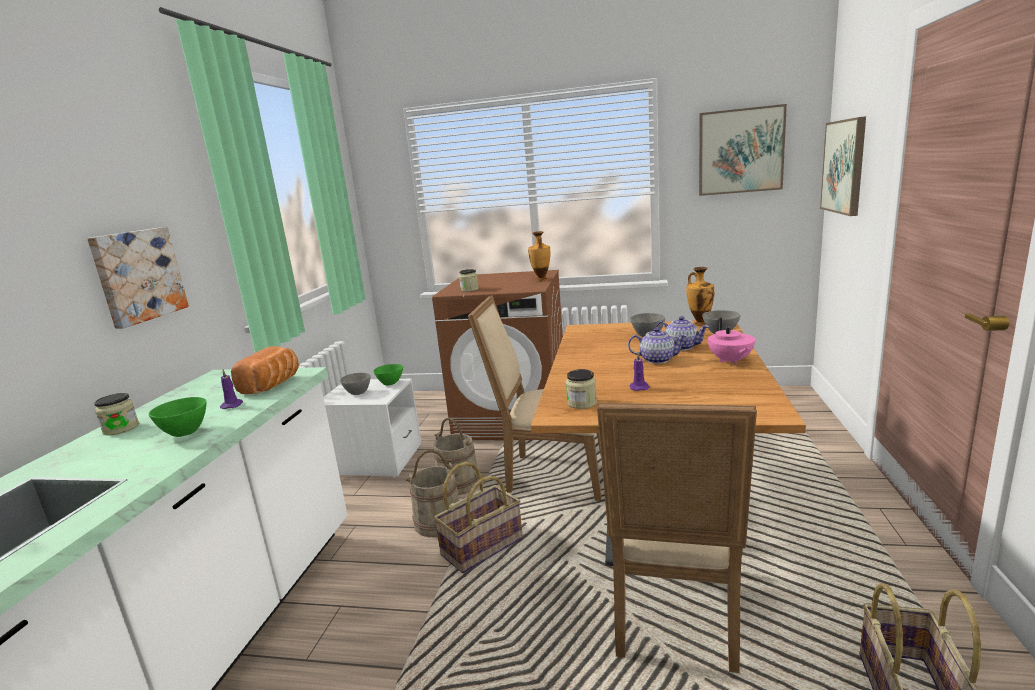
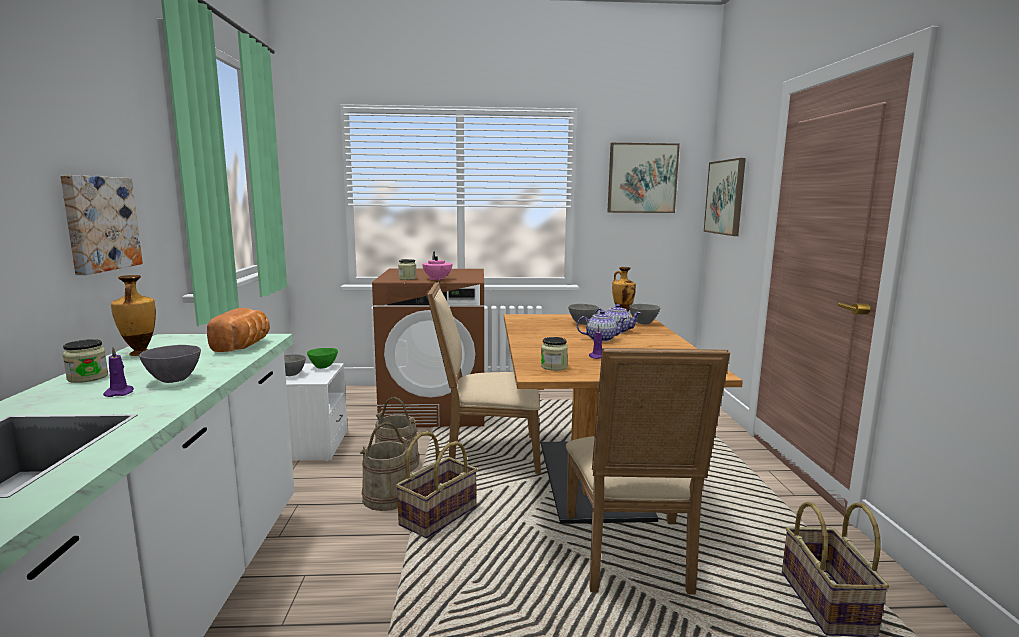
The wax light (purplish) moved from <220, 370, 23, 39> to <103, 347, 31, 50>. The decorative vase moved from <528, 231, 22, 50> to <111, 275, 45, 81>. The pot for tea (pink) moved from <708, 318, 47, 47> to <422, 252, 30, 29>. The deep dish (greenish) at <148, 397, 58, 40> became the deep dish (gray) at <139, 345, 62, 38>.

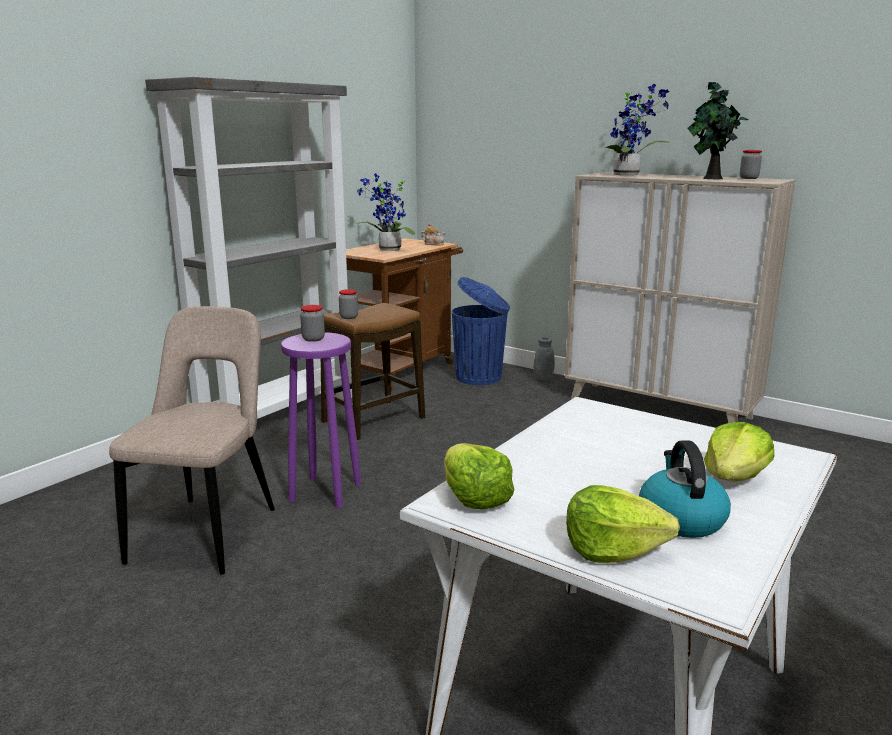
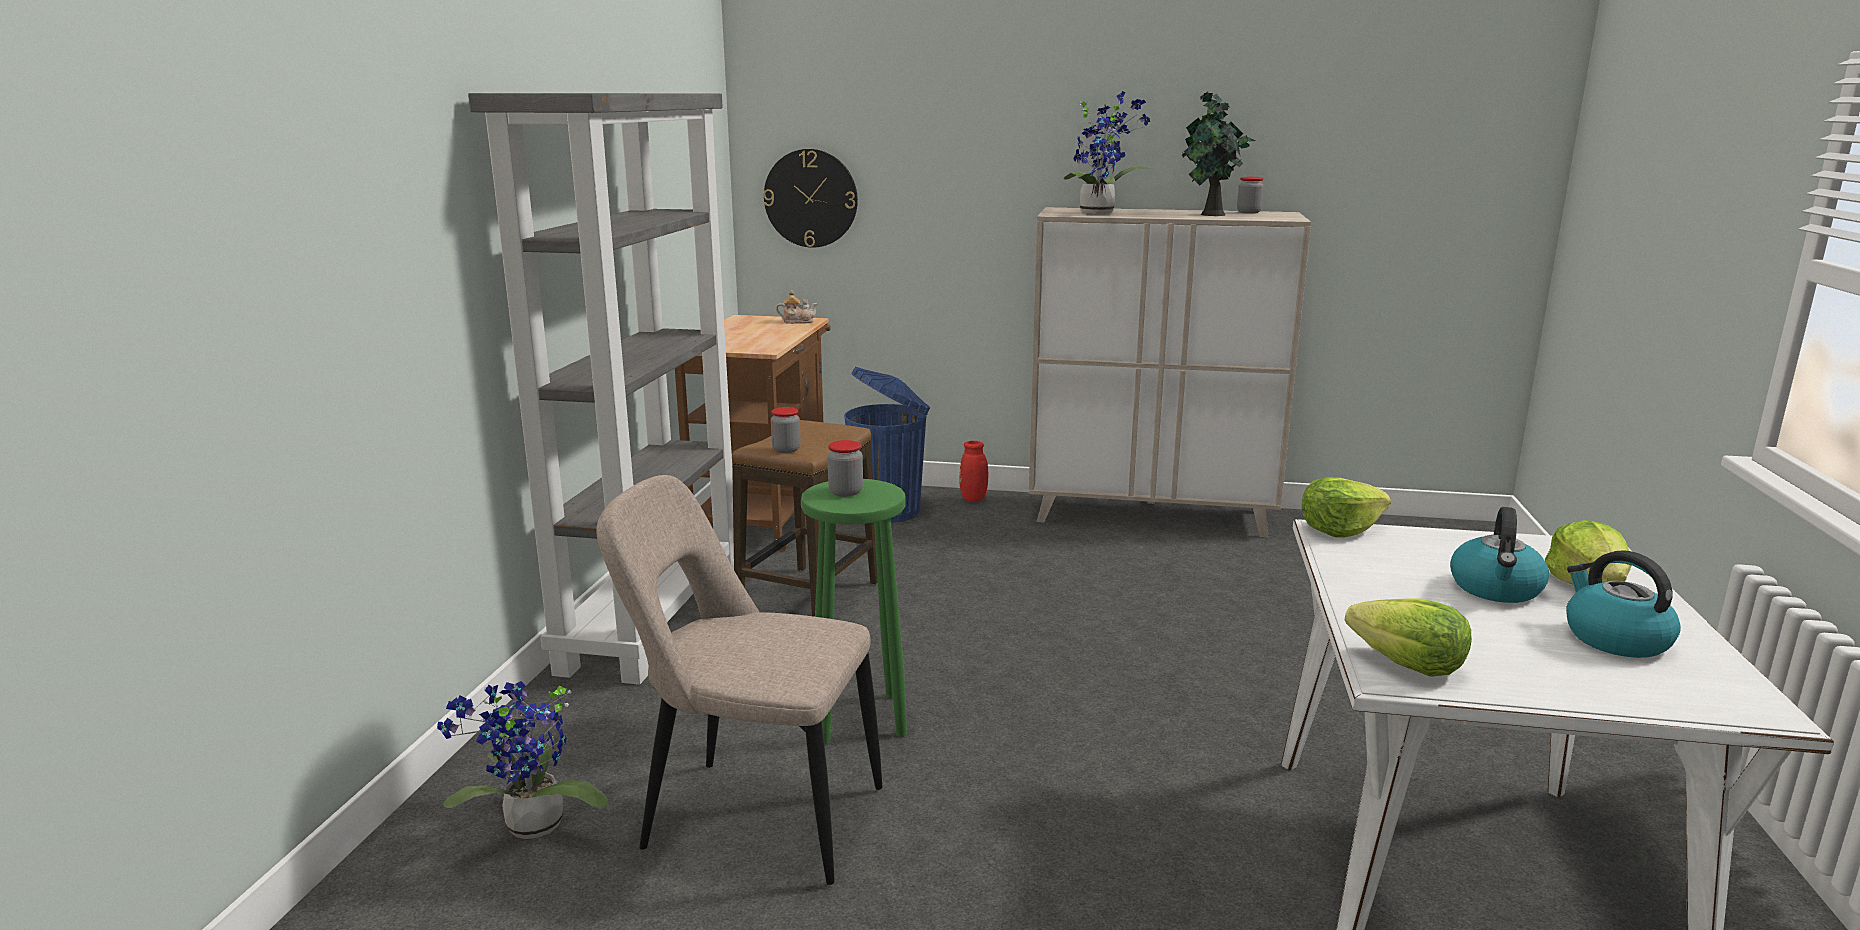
The hanging clock at <763, 149, 95, 99> appeared. The water kettle at <1450, 507, 99, 96> appeared. The plant in a pot moved from <356, 173, 59, 78> to <437, 681, 171, 158>. The head of lettuce moved from <566, 485, 114, 78> to <1302, 478, 89, 60>. The sitting stool (purplish) at <281, 332, 80, 177> became the sitting stool (greenish) at <801, 479, 106, 265>. The decorative vase (gray) at <534, 337, 21, 43> became the decorative vase (reddish) at <959, 441, 29, 61>. The upright chair (sand-coloured) at <109, 306, 166, 269> turned 60 degrees counterclockwise.

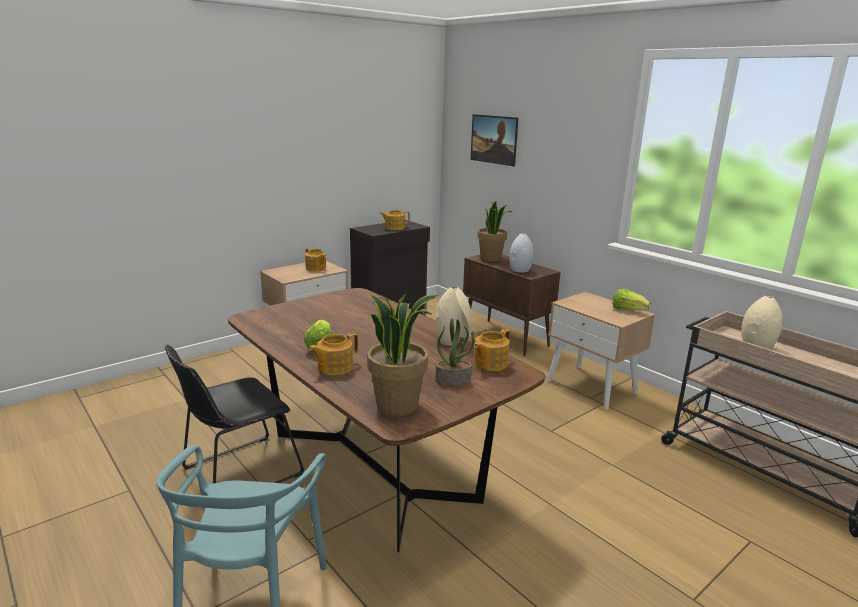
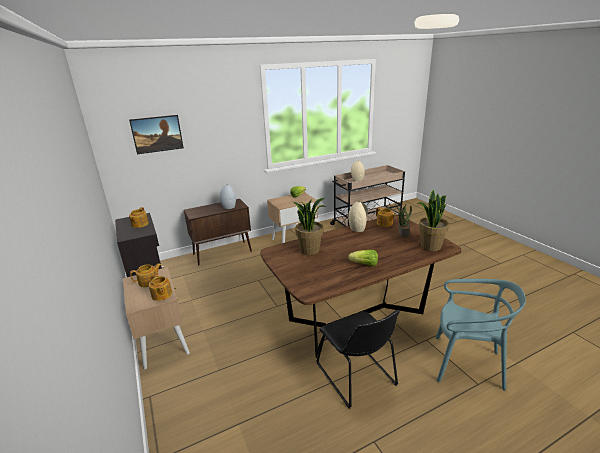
The pot for tea moved from <309, 332, 50, 43> to <149, 273, 23, 28>. The plant in a pot moved from <477, 201, 35, 61> to <293, 198, 33, 57>.

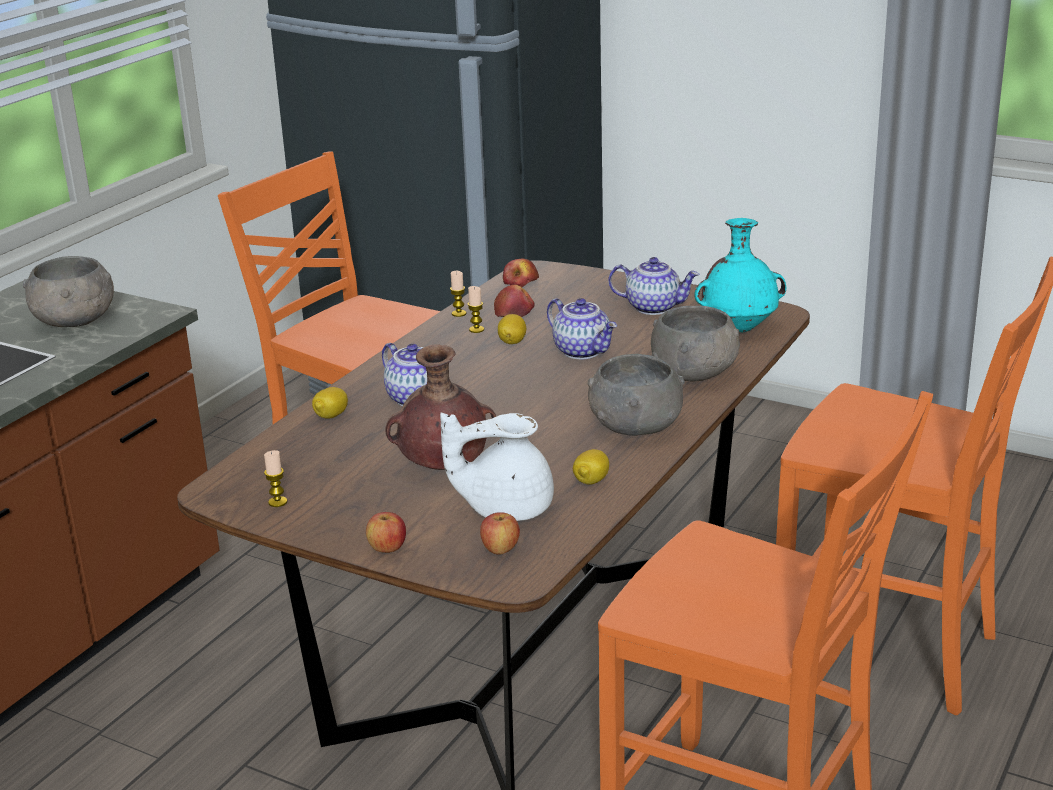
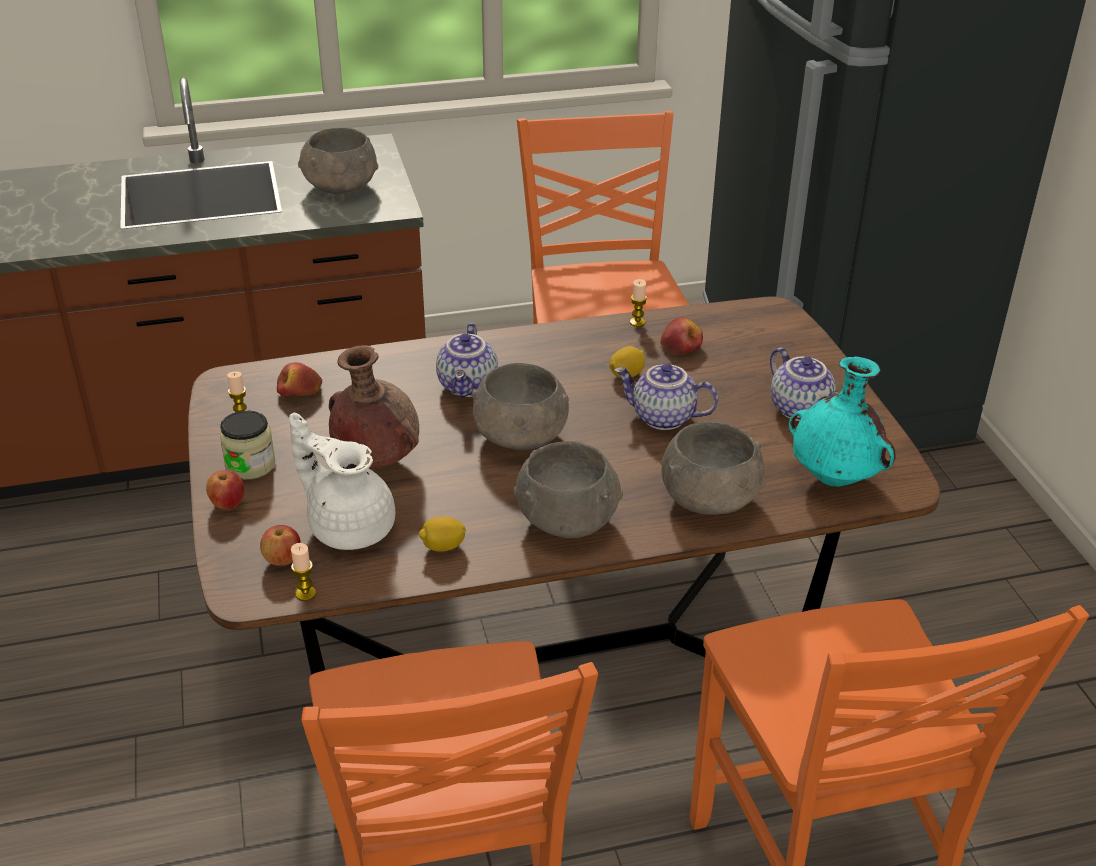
The whole lemon at <312, 387, 36, 32> disappeared. The jar at <220, 411, 55, 69> appeared. The deep dish (gray) at <471, 363, 98, 87> appeared. The wax light moved from <468, 286, 16, 47> to <291, 543, 25, 58>. The whole apple moved from <503, 259, 36, 28> to <277, 362, 45, 35>. The pot for tea at <547, 298, 70, 61> turned 105 degrees clockwise.

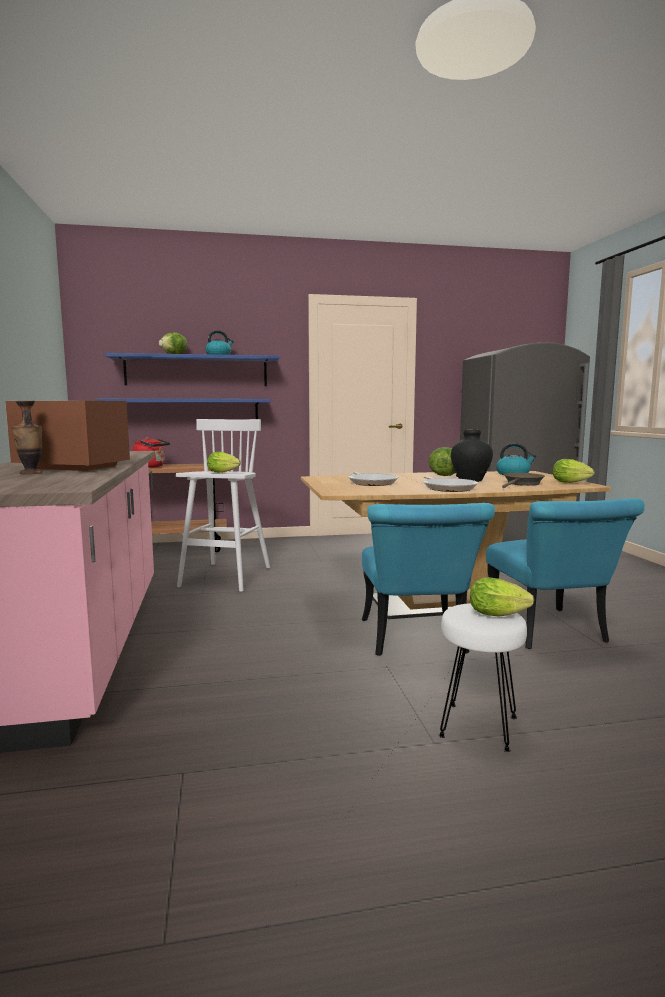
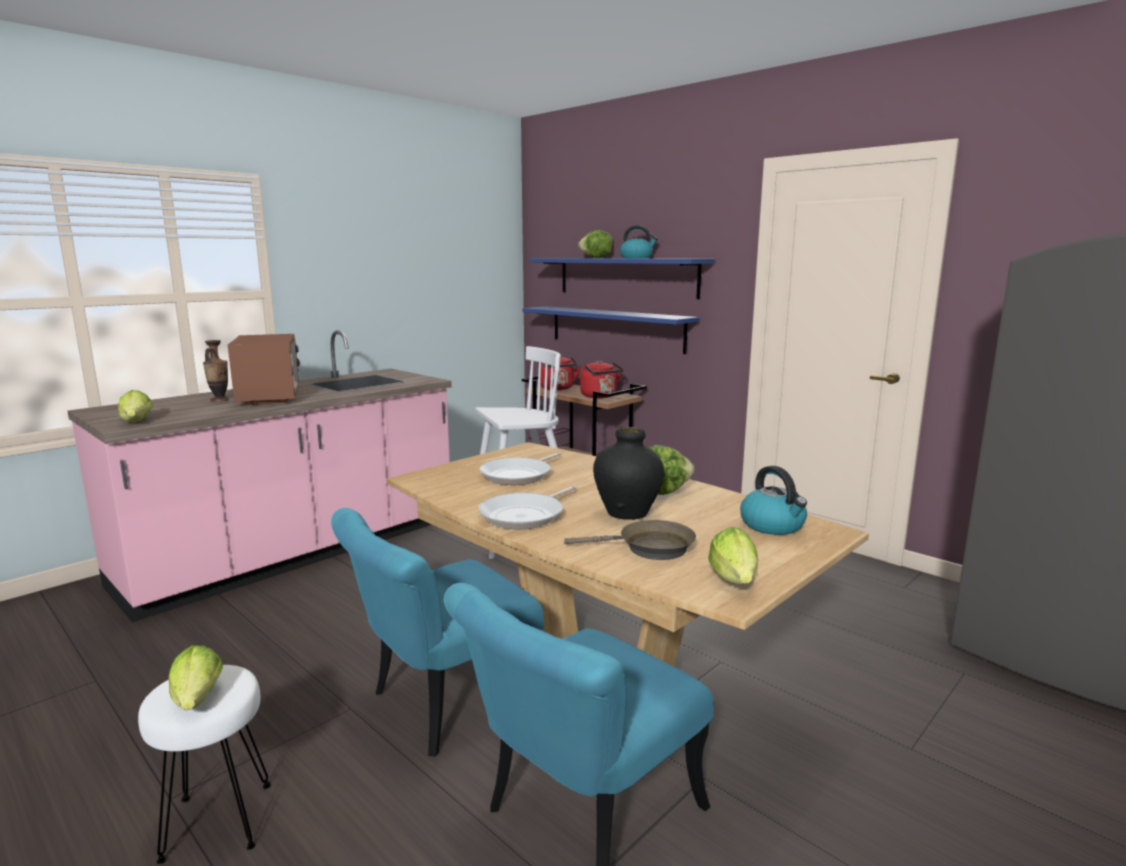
The water kettle (reddish) at <580, 360, 43, 38> appeared. The head of lettuce moved from <207, 452, 34, 21> to <118, 390, 35, 32>.

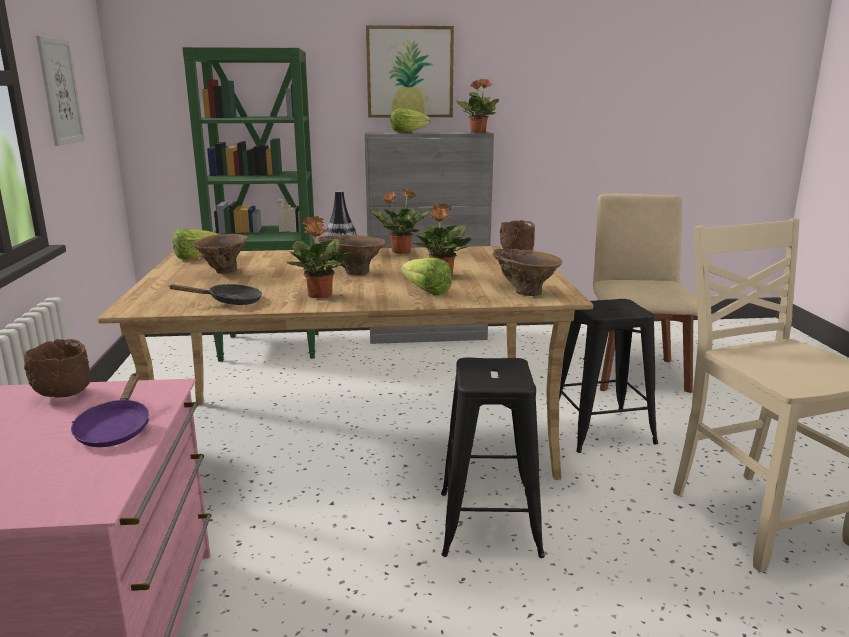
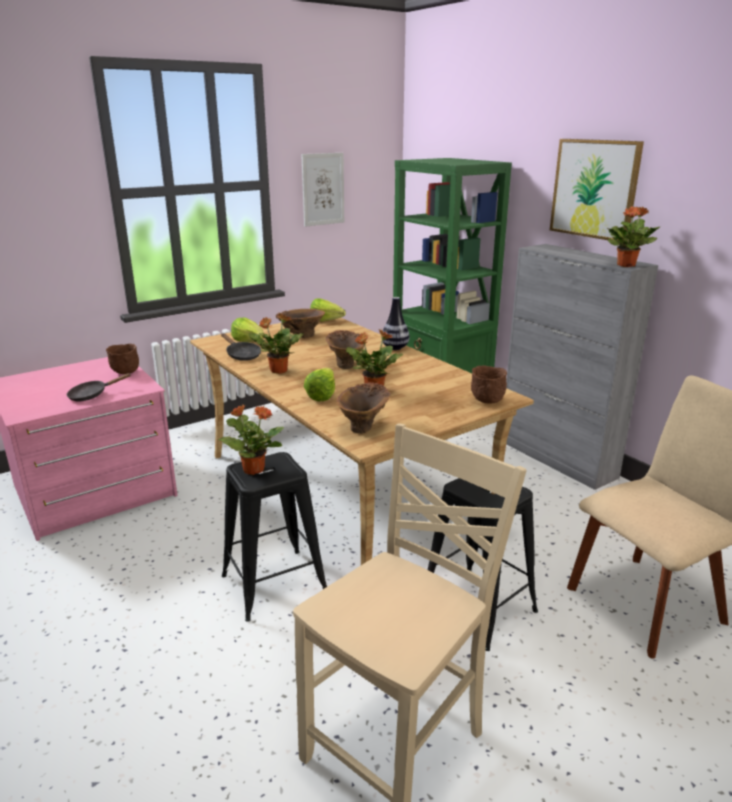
The plant in a pot moved from <371, 189, 58, 65> to <219, 404, 65, 71>. The head of lettuce moved from <390, 108, 41, 25> to <231, 318, 33, 24>. The pan (purplish) at <71, 373, 78, 74> became the pan (black-coloured) at <67, 373, 64, 28>.

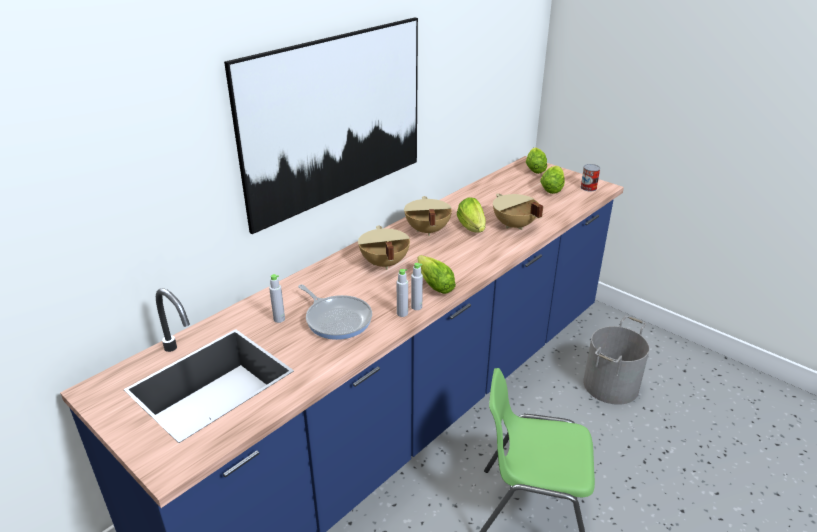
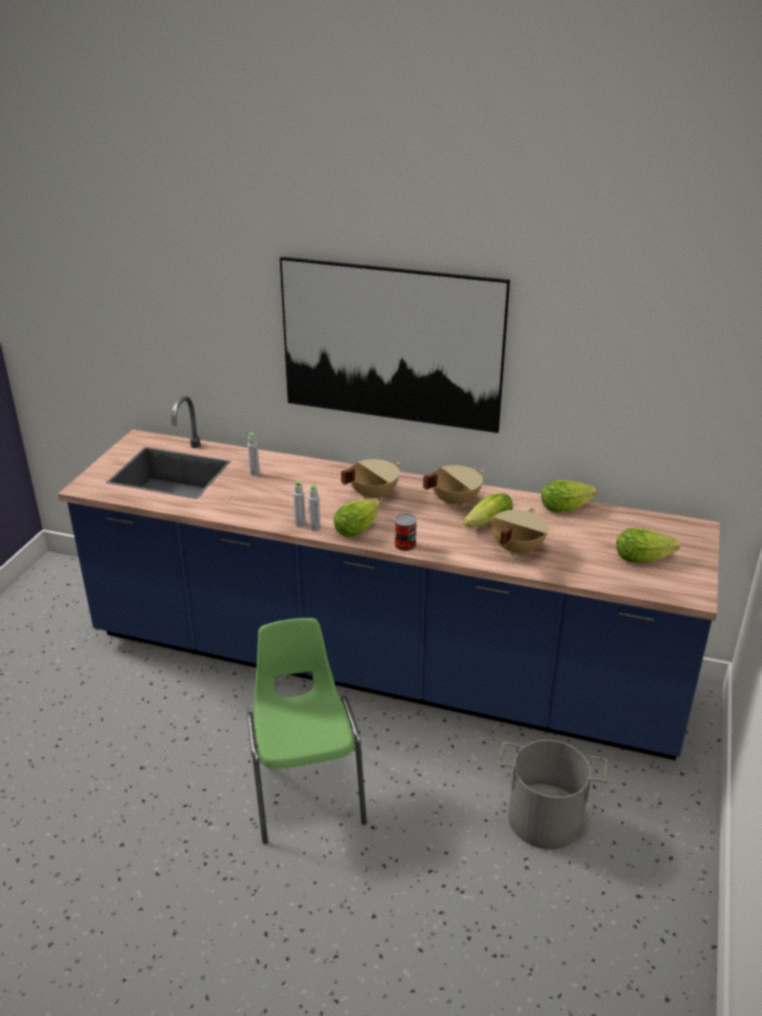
The pan at <298, 284, 74, 56> disappeared. The head of lettuce moved from <526, 147, 21, 27> to <541, 480, 56, 32>. The metal can moved from <580, 164, 20, 27> to <394, 514, 23, 37>.

